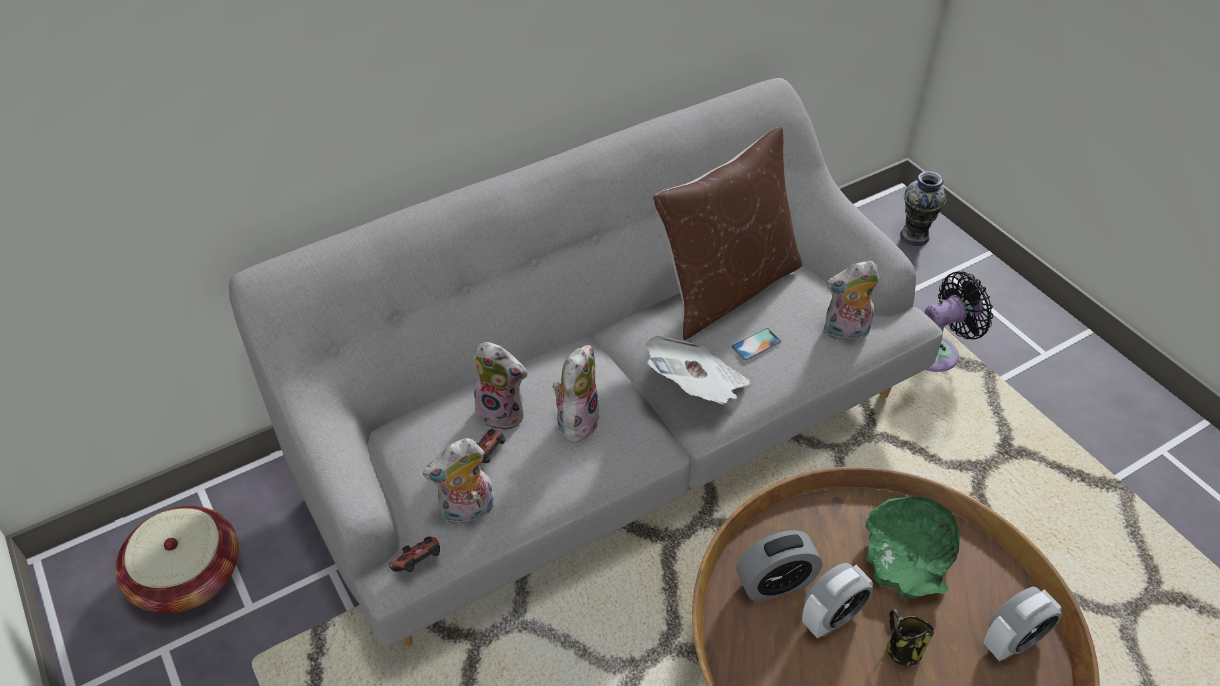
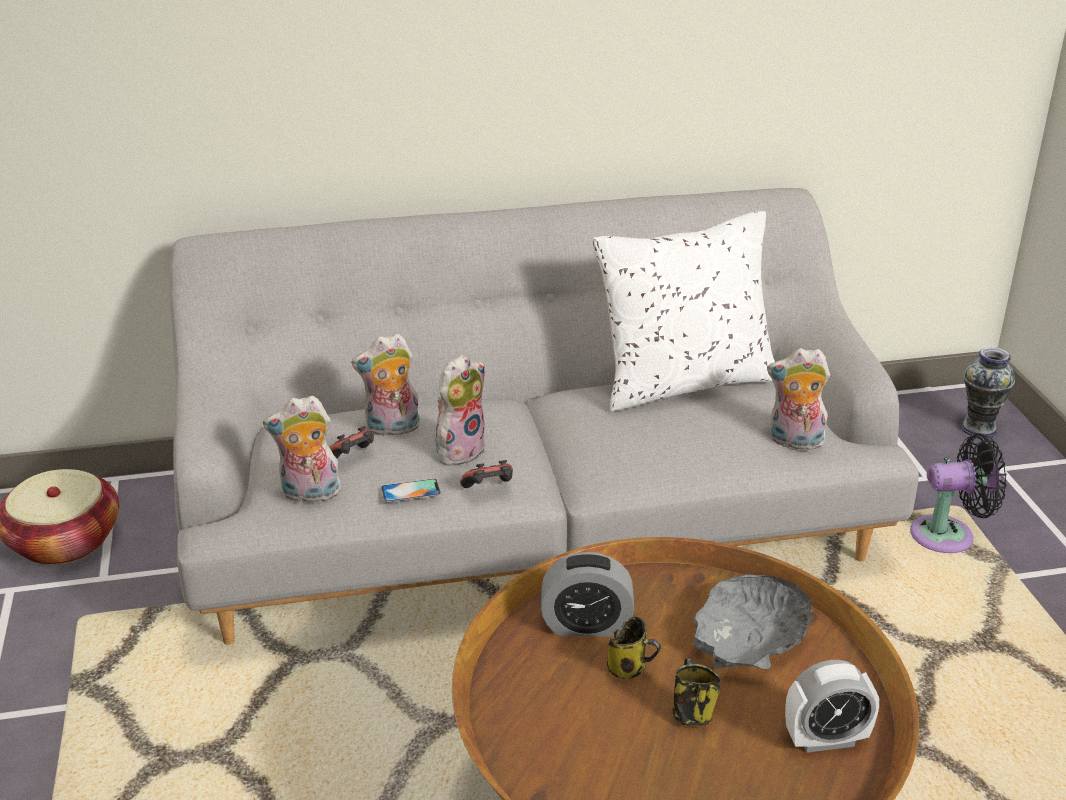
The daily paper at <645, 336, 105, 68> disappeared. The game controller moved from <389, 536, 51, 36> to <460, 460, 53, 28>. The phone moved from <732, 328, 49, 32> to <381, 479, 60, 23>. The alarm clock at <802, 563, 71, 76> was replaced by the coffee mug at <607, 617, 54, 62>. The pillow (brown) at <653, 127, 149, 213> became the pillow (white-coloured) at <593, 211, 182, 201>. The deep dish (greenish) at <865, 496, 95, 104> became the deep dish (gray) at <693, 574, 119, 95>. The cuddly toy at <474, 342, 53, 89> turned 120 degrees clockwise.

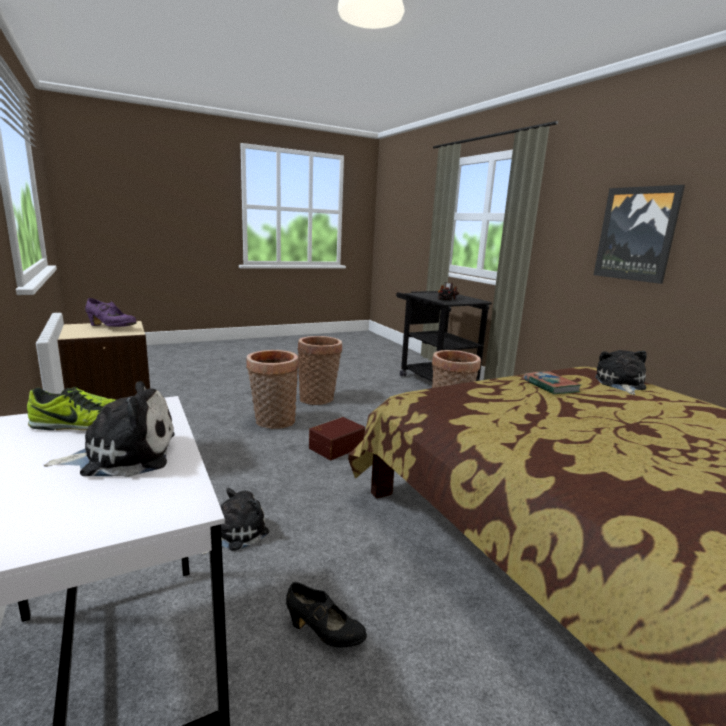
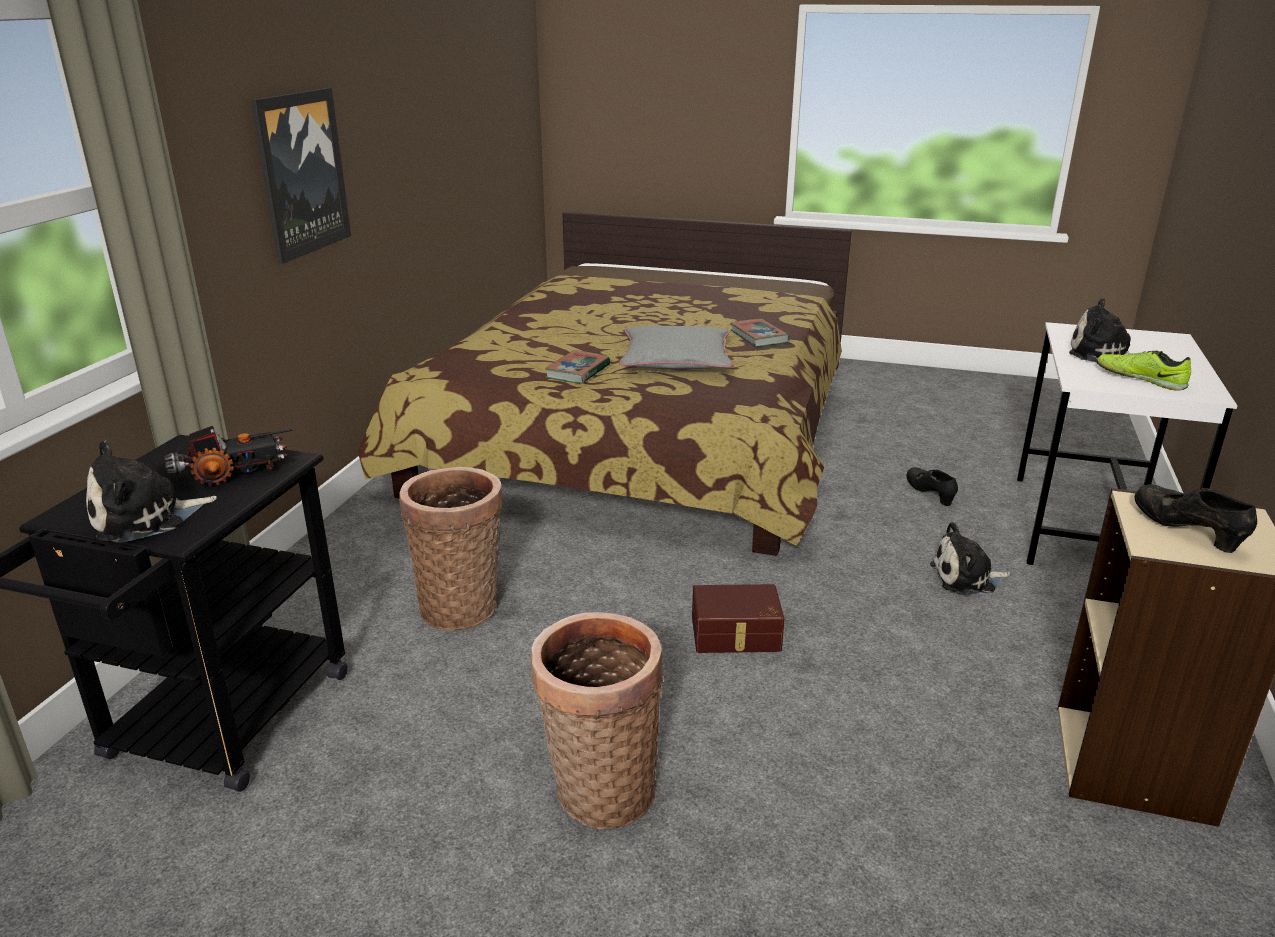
The storage basket at <246, 350, 53, 79> disappeared. The pillow (gray) at <619, 326, 114, 43> appeared. The book at <731, 319, 59, 28> appeared. The cuddly toy moved from <595, 350, 52, 45> to <86, 440, 131, 103>. The item of footwear (purplish) at <85, 298, 52, 29> became the item of footwear (black-coloured) at <1135, 484, 122, 69>.

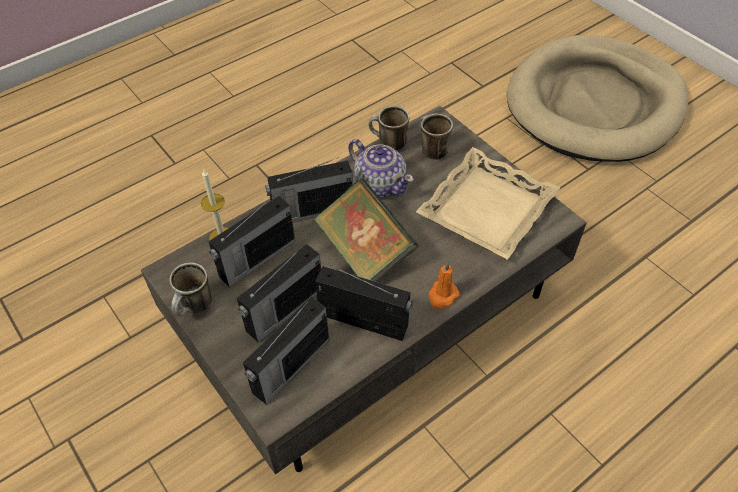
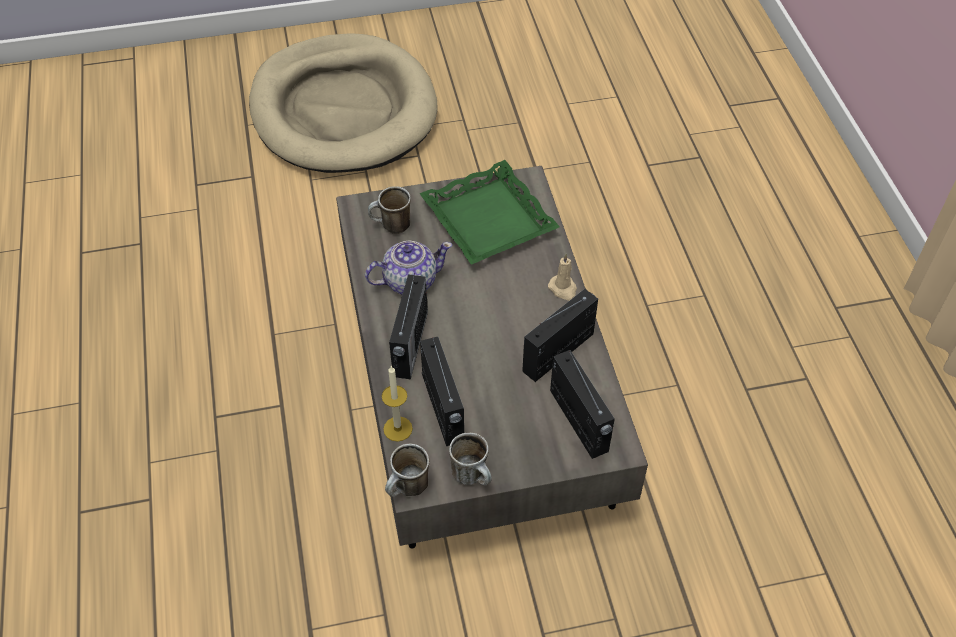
The radio receiver at <237, 244, 84, 99> disappeared. The book at <314, 179, 105, 103> disappeared. The coffee mug moved from <368, 106, 41, 45> to <385, 444, 44, 53>. The carrying tray (sand-coloured) at <416, 147, 144, 113> became the carrying tray (greenish) at <419, 160, 141, 105>. The wax light (orange) at <428, 262, 31, 47> became the wax light (sand-coloured) at <548, 254, 29, 47>.

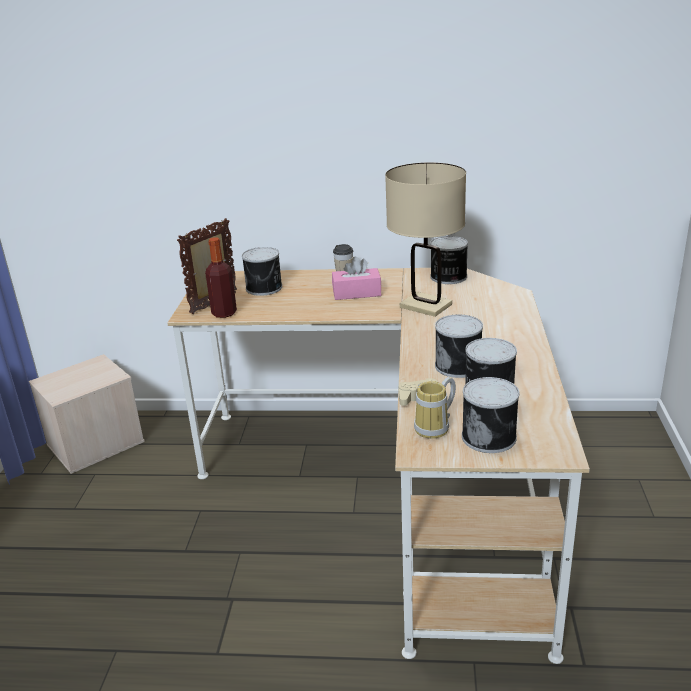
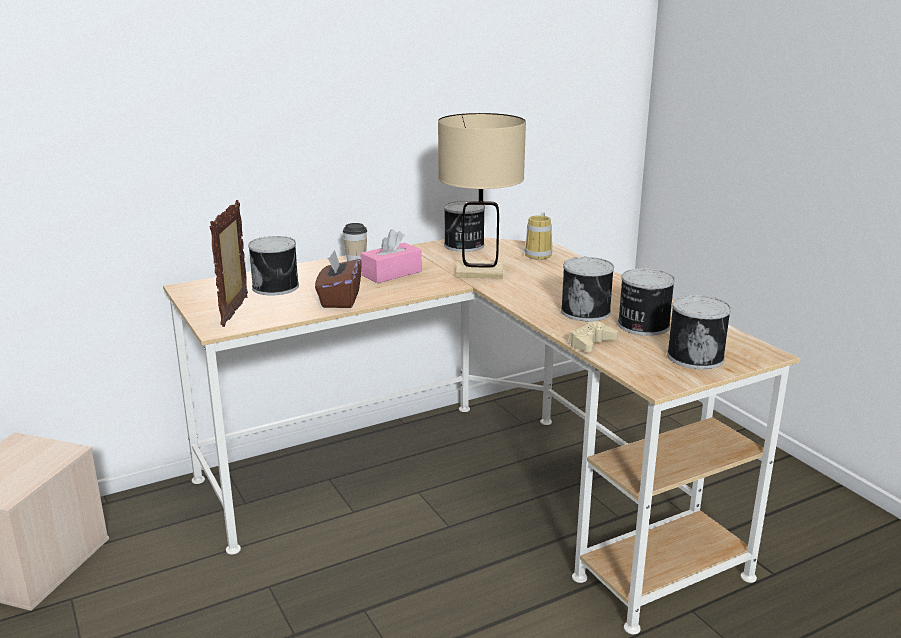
The beverage bottle at <205, 237, 32, 81> disappeared. The tissue box (brown) at <315, 250, 47, 58> appeared. The coffee mug moved from <414, 377, 42, 62> to <524, 212, 28, 48>.

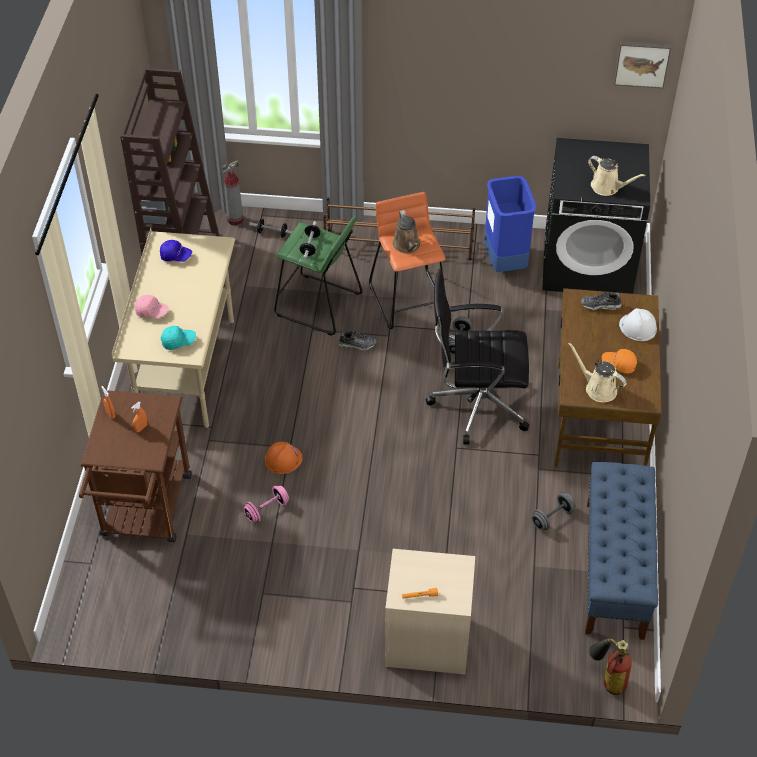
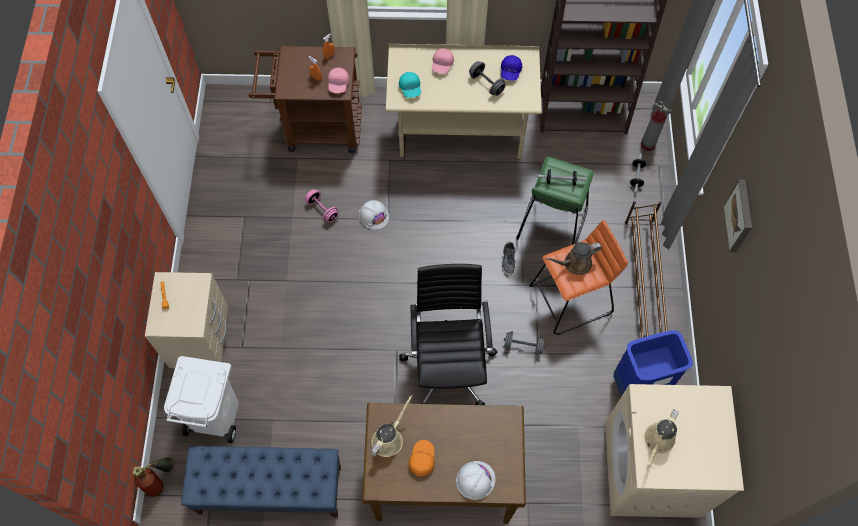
The item of footwear at <581, 292, 41, 18> disappeared. The trash can (white-coloured) at <164, 356, 74, 87> appeared. The peaked cap (pink) at <328, 67, 22, 26> appeared. The dumbbell (gray) moved from <532, 493, 44, 37> to <469, 61, 37, 35>. The picture moved from <614, 41, 57, 47> to <723, 180, 29, 72>. The work helmet (orange) at <265, 442, 37, 32> became the work helmet (white-coloured) at <359, 200, 30, 30>. The laundry machine (black-coloured) at <542, 138, 108, 156> became the laundry machine (sand-coloured) at <605, 384, 139, 134>.

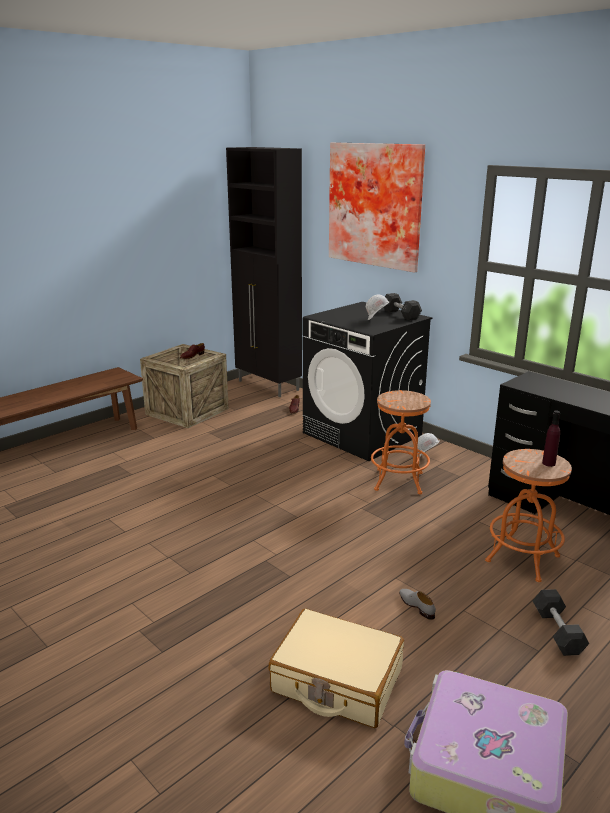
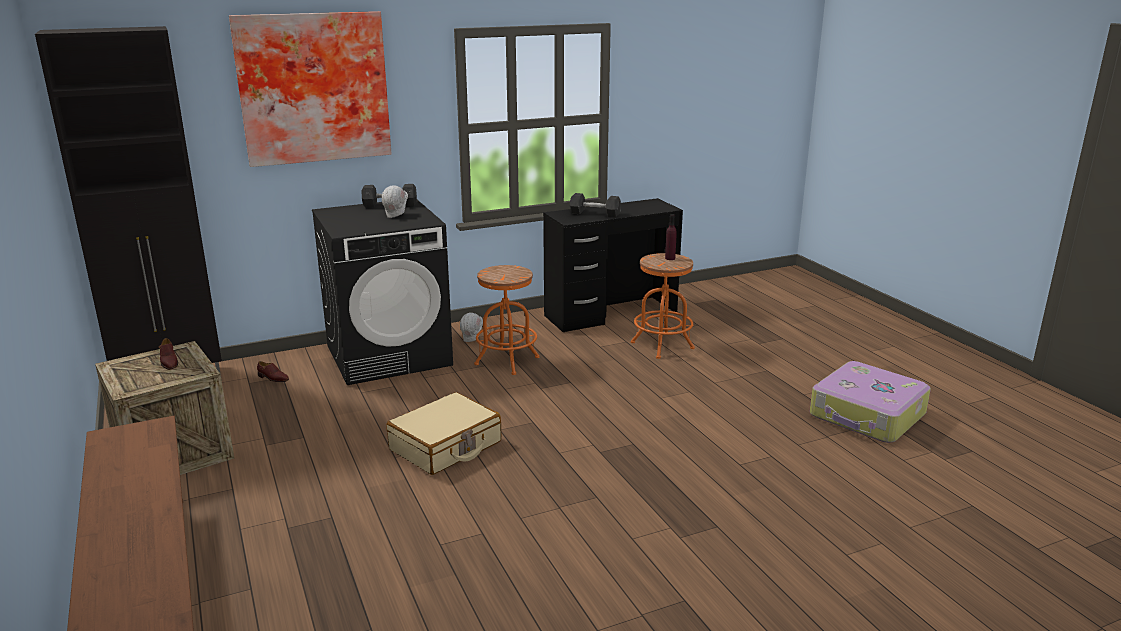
The item of footwear (gray) at <399, 589, 37, 31> disappeared. The suitcase (sand-coloured) moved from <268, 608, 136, 120> to <386, 392, 115, 83>. The dumbbell (gray) moved from <533, 589, 56, 67> to <570, 193, 51, 24>.

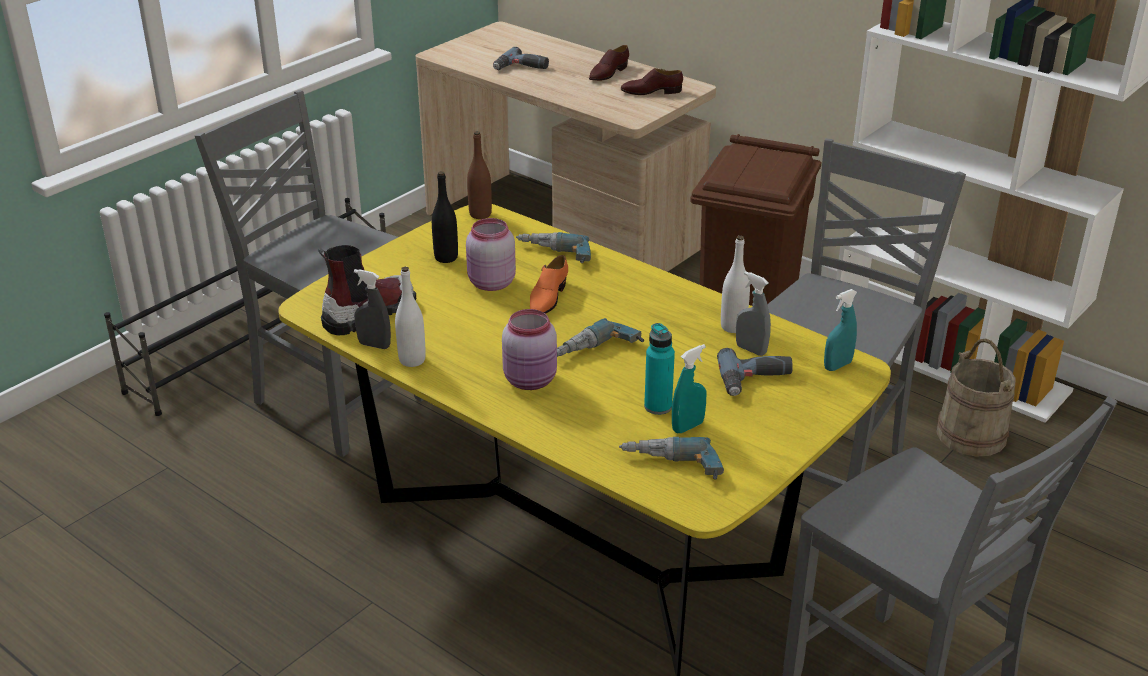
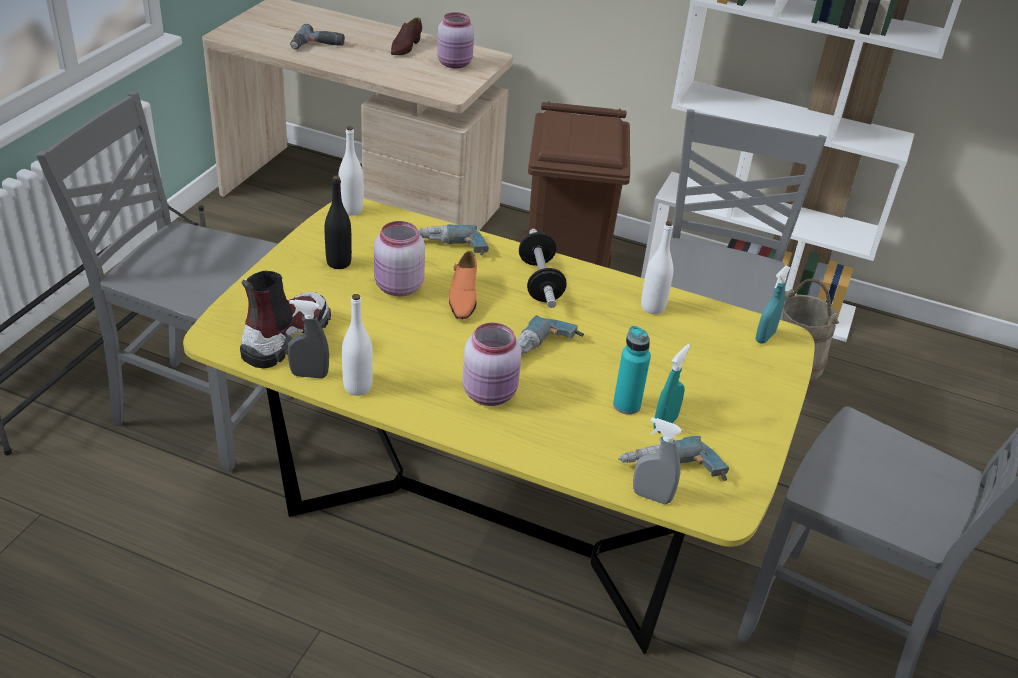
The drill at <717, 348, 76, 48> disappeared. The dumbbell at <519, 229, 48, 79> appeared. The hand sprayer (gray) moved from <736, 272, 35, 84> to <633, 417, 49, 88>. The item of footwear (brown) at <621, 68, 62, 27> was replaced by the jar (pink) at <437, 12, 37, 57>. The beverage bottle (brown) at <467, 131, 25, 88> became the beverage bottle (white-coloured) at <338, 126, 25, 90>.

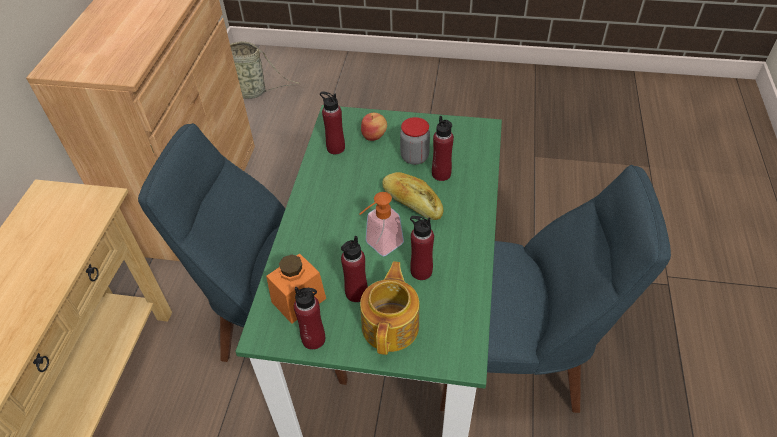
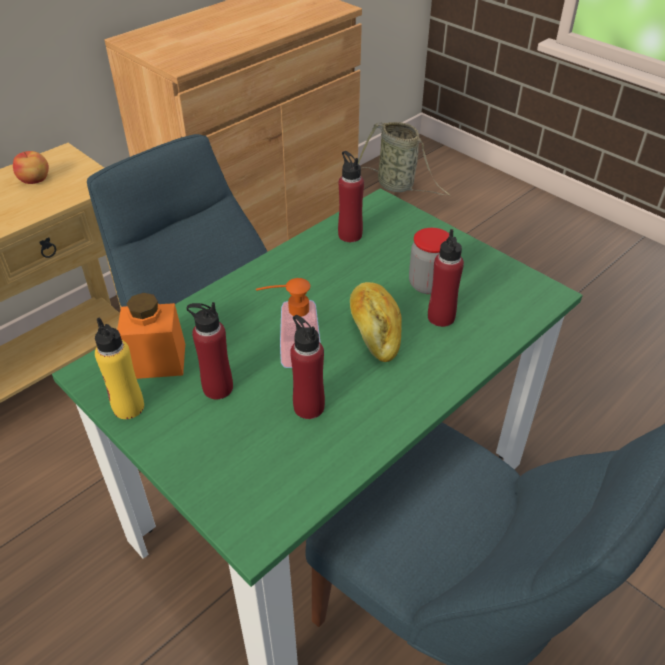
The pot for tea at <360, 261, 59, 94> disappeared. The whole apple moved from <361, 113, 26, 28> to <13, 151, 36, 33>. The beverage bottle (reddish) at <294, 287, 31, 63> became the beverage bottle (yellow) at <95, 317, 49, 102>.

